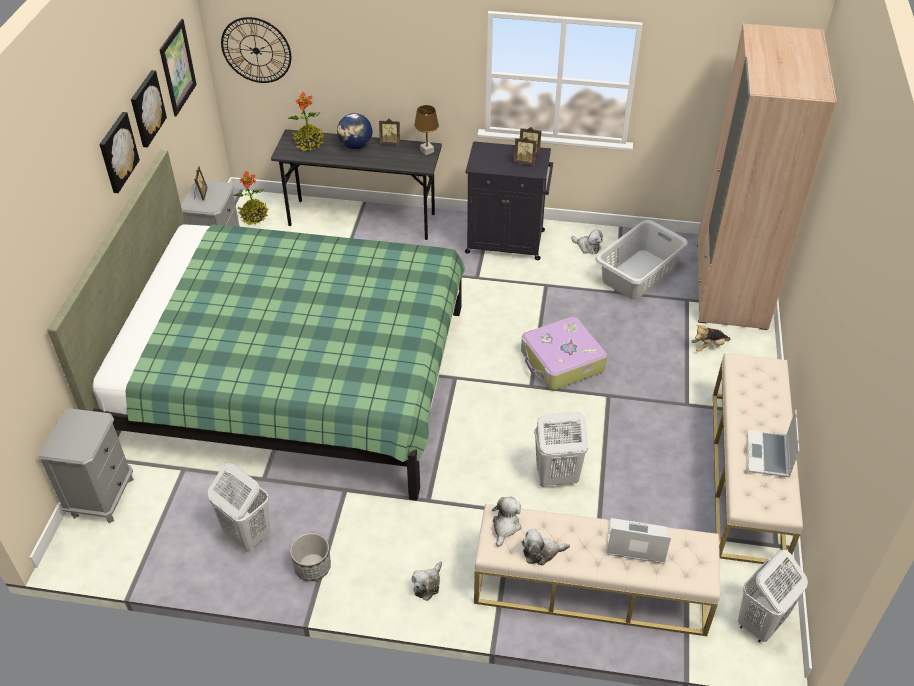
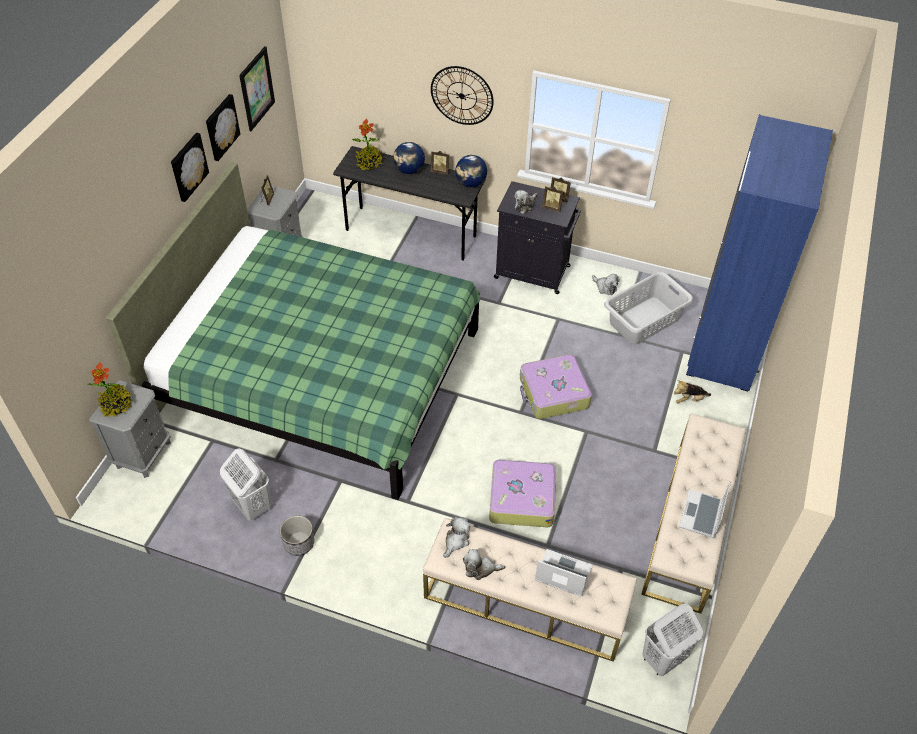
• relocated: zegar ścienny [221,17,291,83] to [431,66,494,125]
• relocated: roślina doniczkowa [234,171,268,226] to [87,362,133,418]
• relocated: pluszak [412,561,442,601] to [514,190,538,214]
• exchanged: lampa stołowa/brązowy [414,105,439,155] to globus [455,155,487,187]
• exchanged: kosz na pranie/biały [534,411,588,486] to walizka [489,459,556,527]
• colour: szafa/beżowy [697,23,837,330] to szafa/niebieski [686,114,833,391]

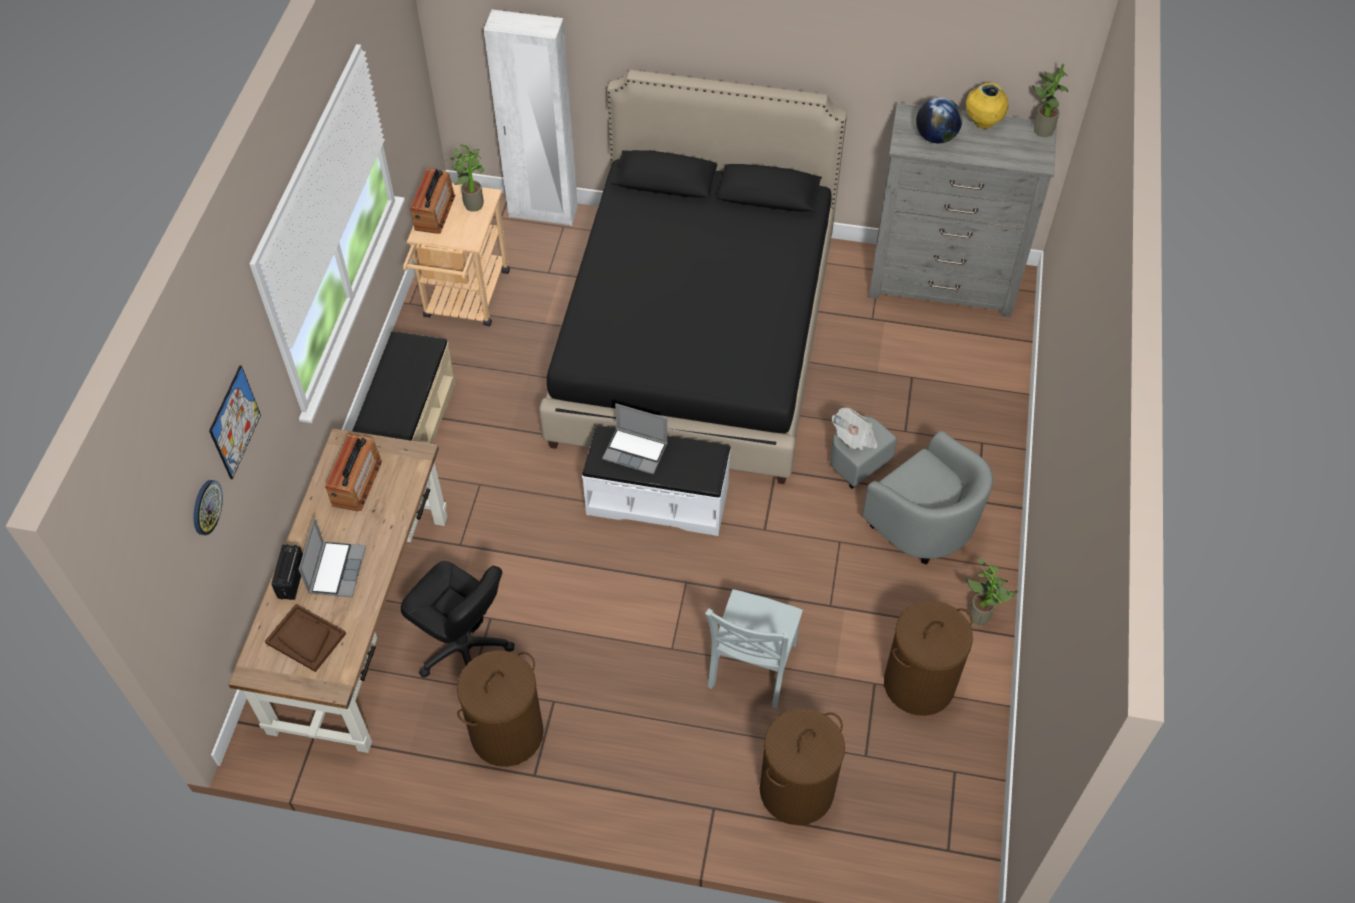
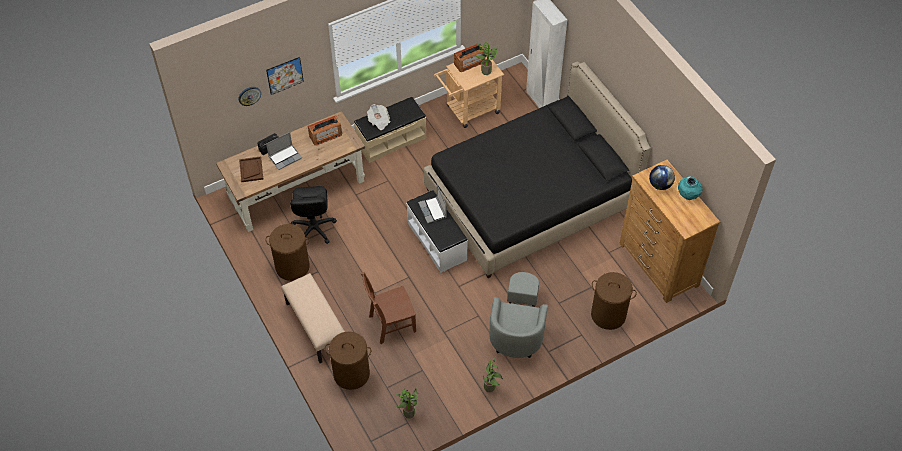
• appeared: ławka/beżowy [281,273,345,363]
• relocated: gazeta [832,408,878,450] to [367,104,391,130]
• relocated: kosz na pranie/brązowy [884,600,973,716] to [591,272,637,330]
• relocated: roślina doniczkowa [1032,63,1068,137] to [394,388,418,418]
• colour: krzesło/szary [705,589,803,708] to krzesło/brązowy [361,272,416,344]
• colour: komoda/szary [868,103,1057,318] to komoda/brązowy [620,160,720,303]
• colour: wazon/żółty [966,83,1008,129] to wazon/turkusowy [678,176,703,200]

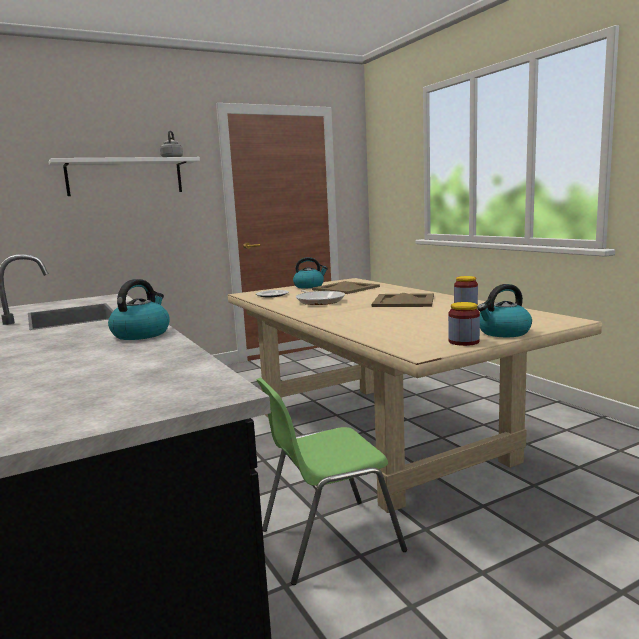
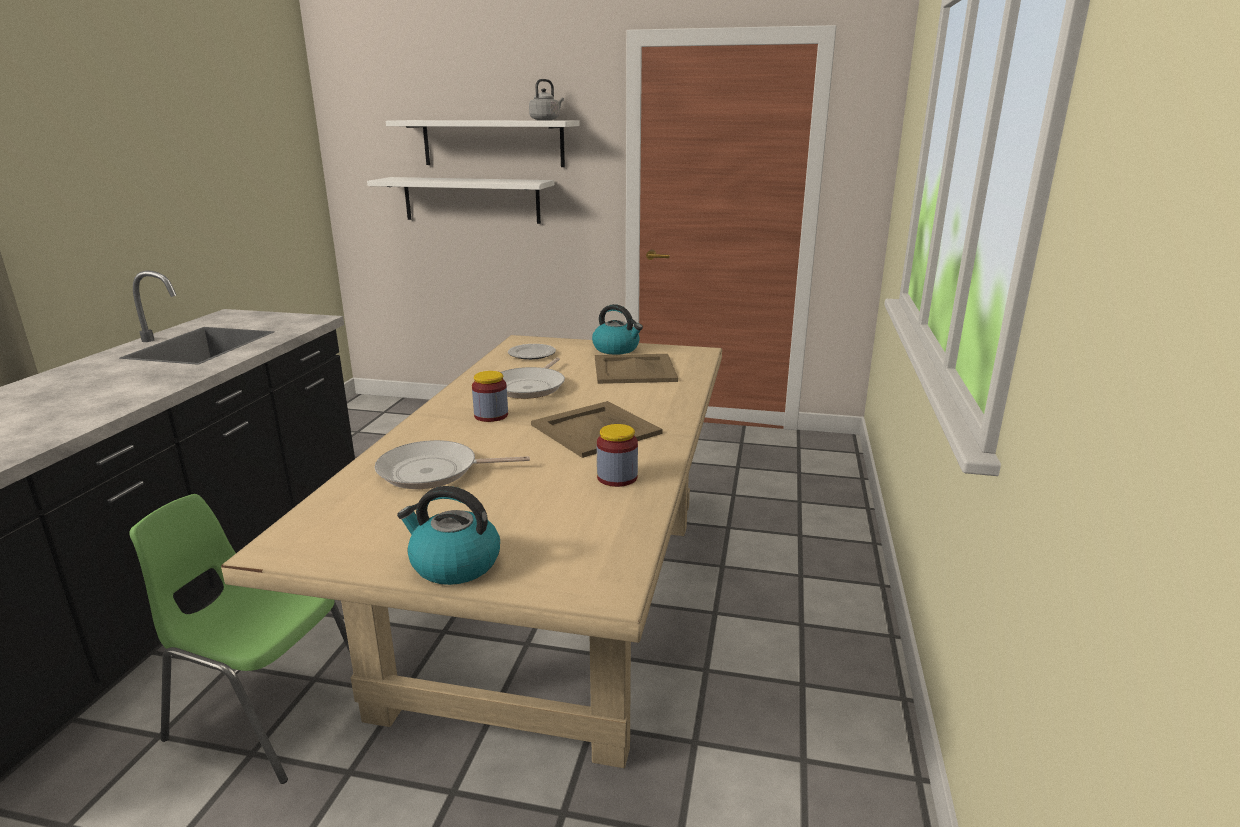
• missing: czajnik [108,279,169,340]
• appeared: półka/biały [367,177,554,224]
• appeared: patelnia [375,440,530,489]
• relocated: słoik [448,302,480,346] to [472,371,508,422]

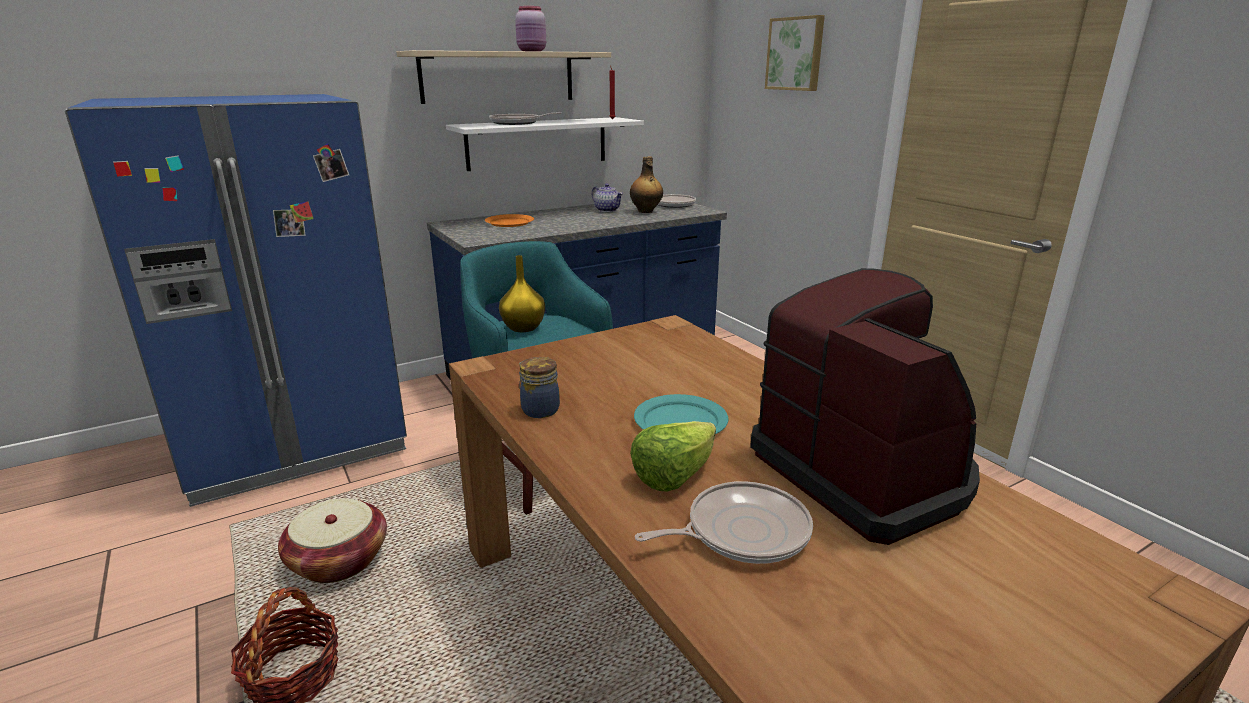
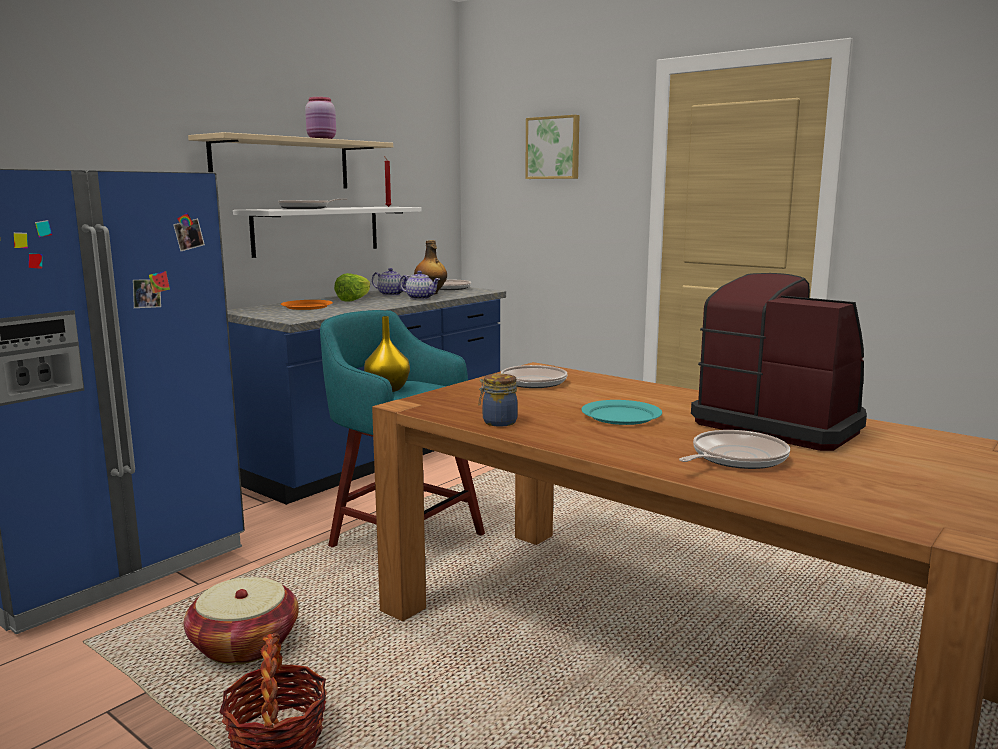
• appeared: imbryk [399,271,440,300]
• appeared: patelnia [501,365,567,388]
• relocated: sałata [630,421,716,492] to [334,273,370,302]

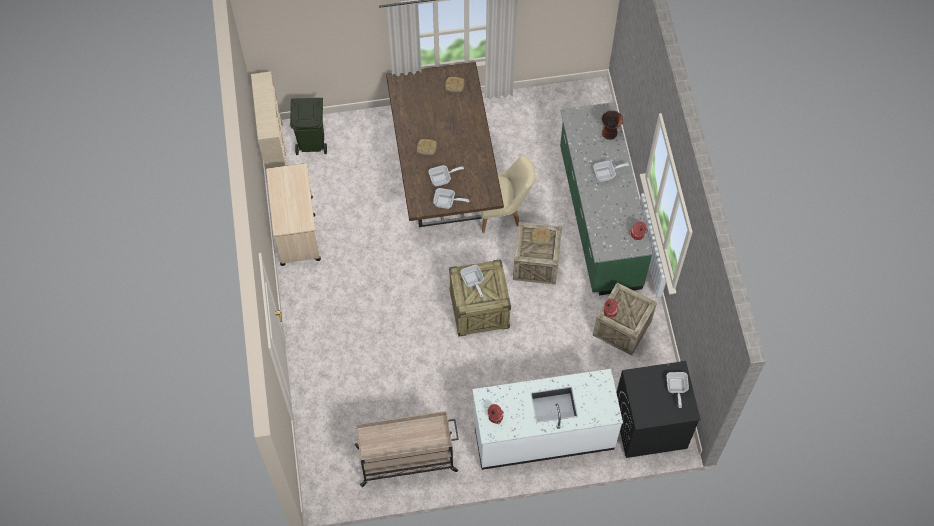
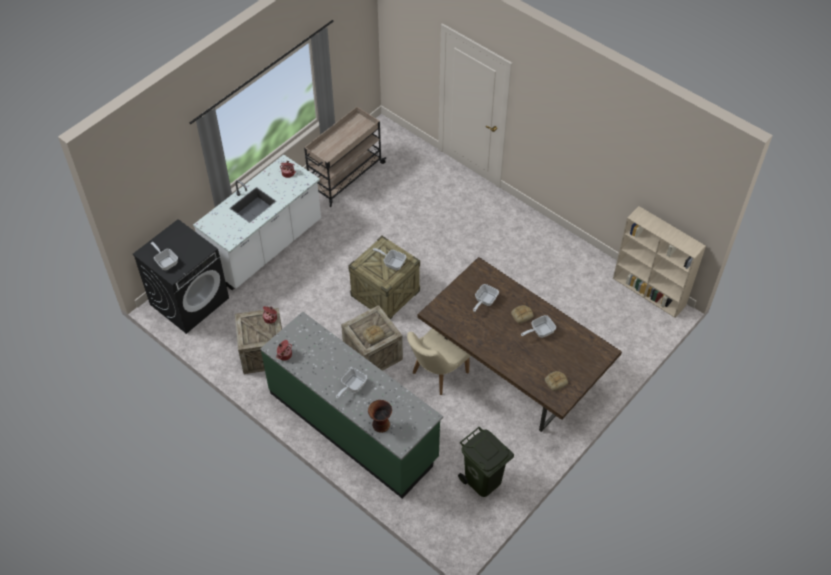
• missing: wózek/beżowy [266,163,321,266]
• relocated: kosz na śmieci/zielony [290,98,327,155] to [458,427,514,497]
• relocated: patelnia [433,188,469,209] to [521,315,556,338]

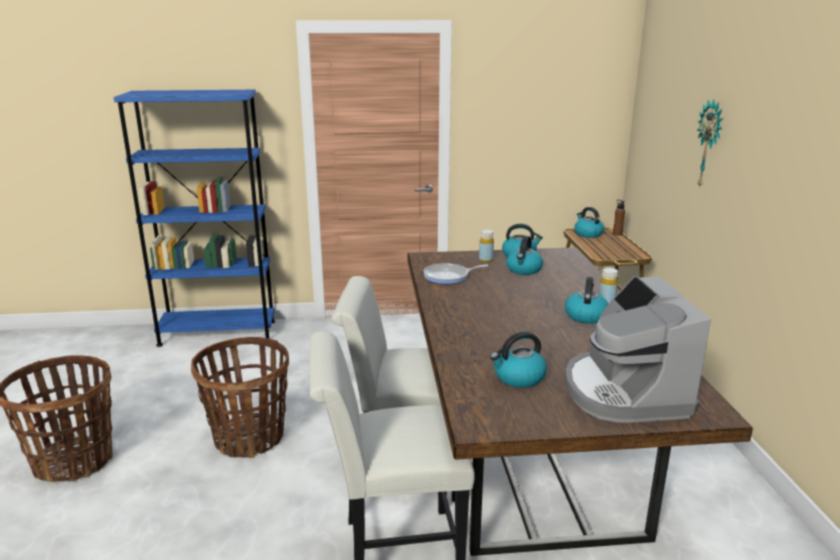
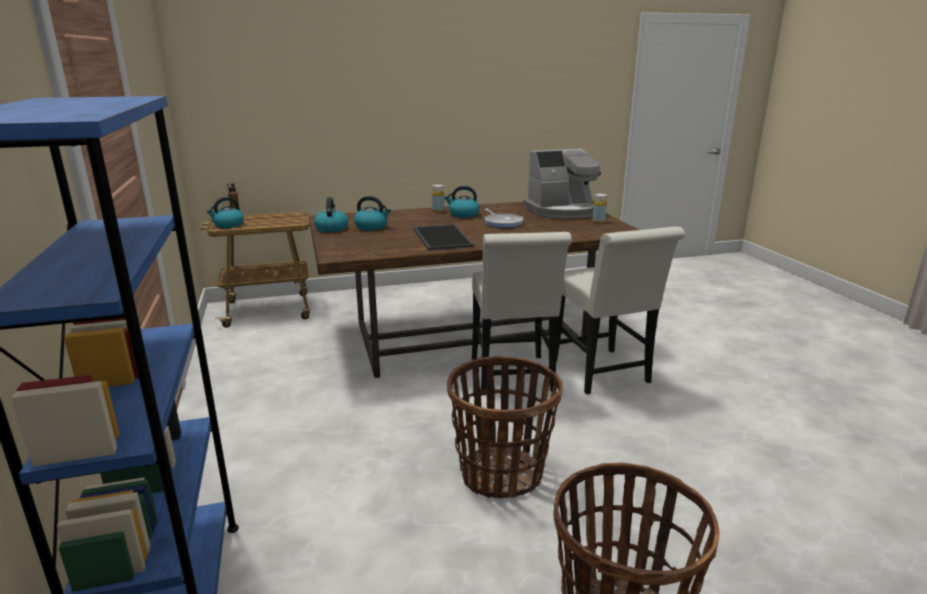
• missing: czajnik [490,332,547,388]
• missing: zegar ścienny [697,99,723,189]
• appeared: taca [414,224,474,251]
• relocated: patelnia [424,263,488,284] to [484,209,523,228]
• relocated: butelka/żółty [479,230,494,262] to [592,194,607,223]

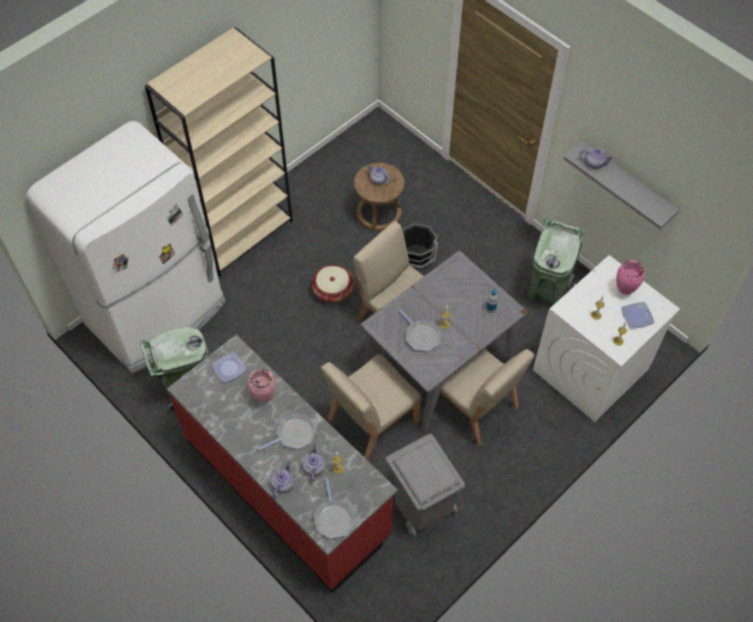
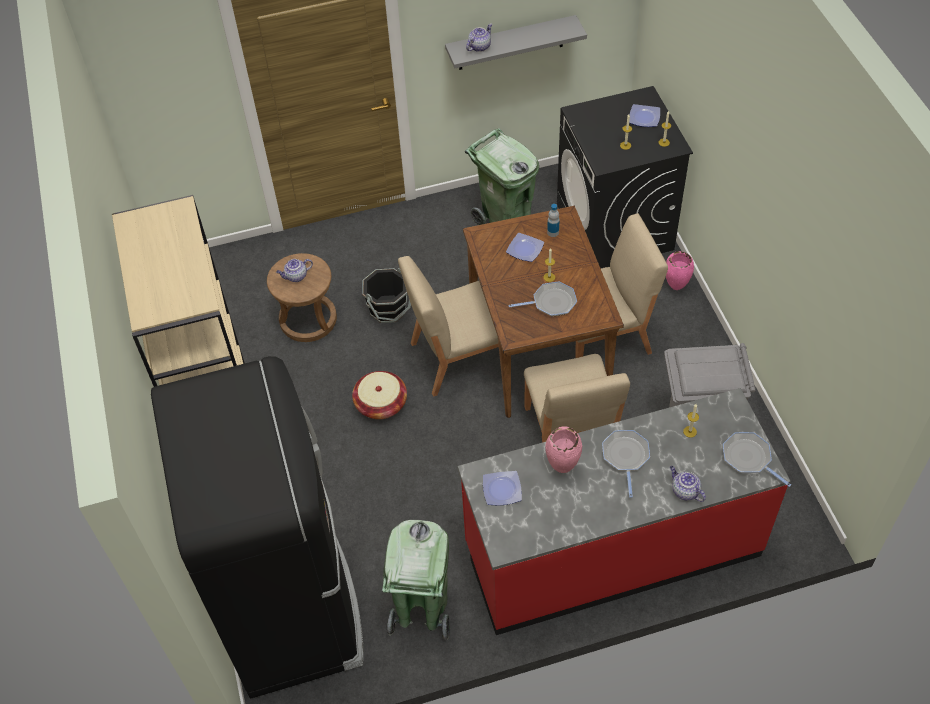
• missing: imbryk [302,445,325,482]
• appeared: talerz [506,233,544,262]
• relocated: wazon/różowy [616,260,645,295] to [666,251,694,290]
• colour: lodówka/biały [26,121,225,373] to lodówka/czarny [151,356,363,698]
• colour: stół jadalny/szary [360,250,528,433] to stół jadalny/brązowy [463,206,624,418]
• colour: pralka/biały [533,255,680,422] to pralka/czarny [557,86,693,268]
• spun: patelnia [314,478,354,539] = [723,432,791,487] 150 degrees counterclockwise

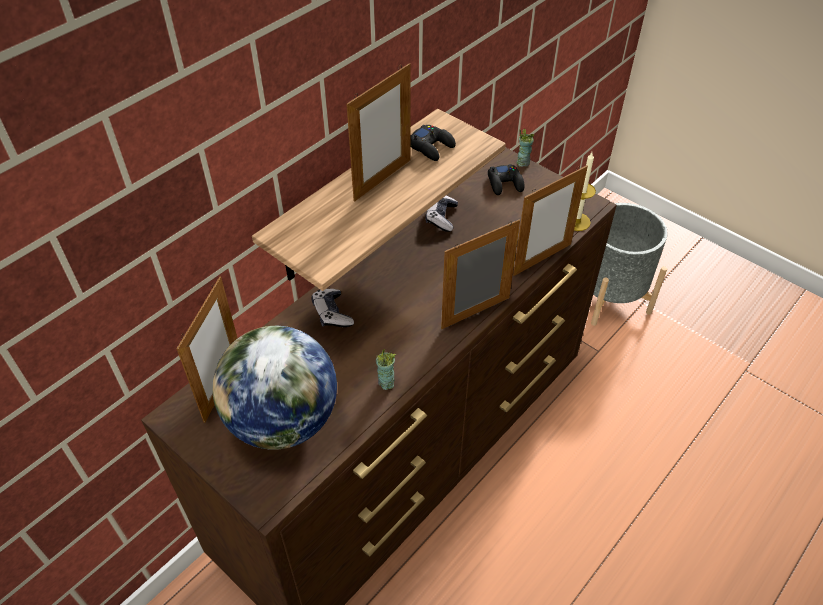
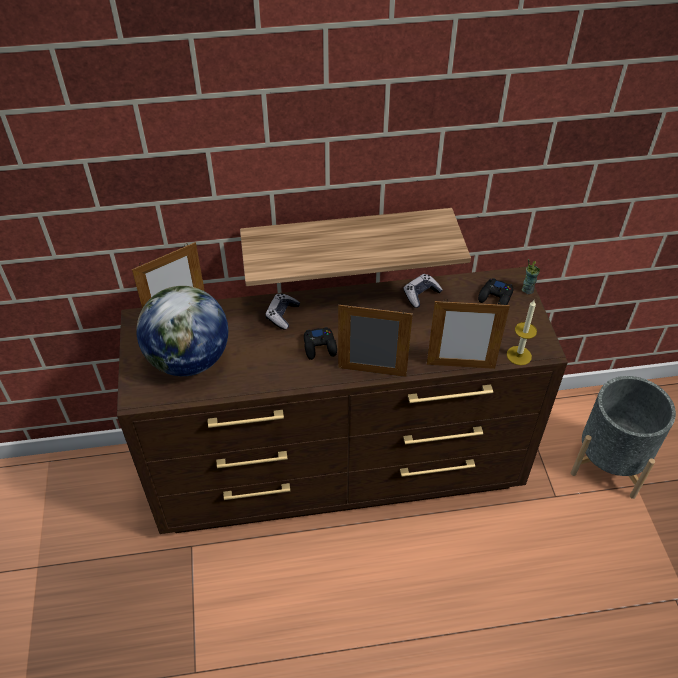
• missing: ramka na zdjęcie [347,63,411,202]
• missing: filiżanka [376,349,396,390]
• relocated: pad do gier/czarny [411,125,456,161] to [304,327,337,360]

